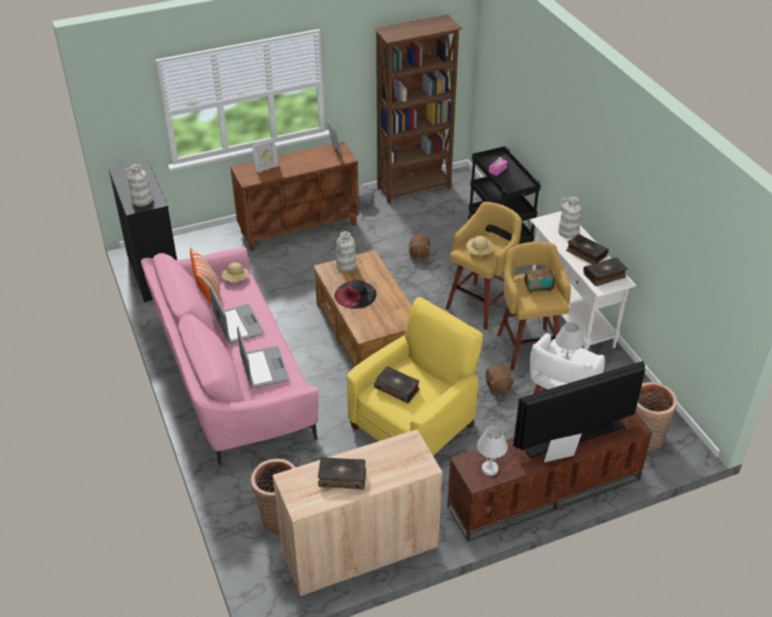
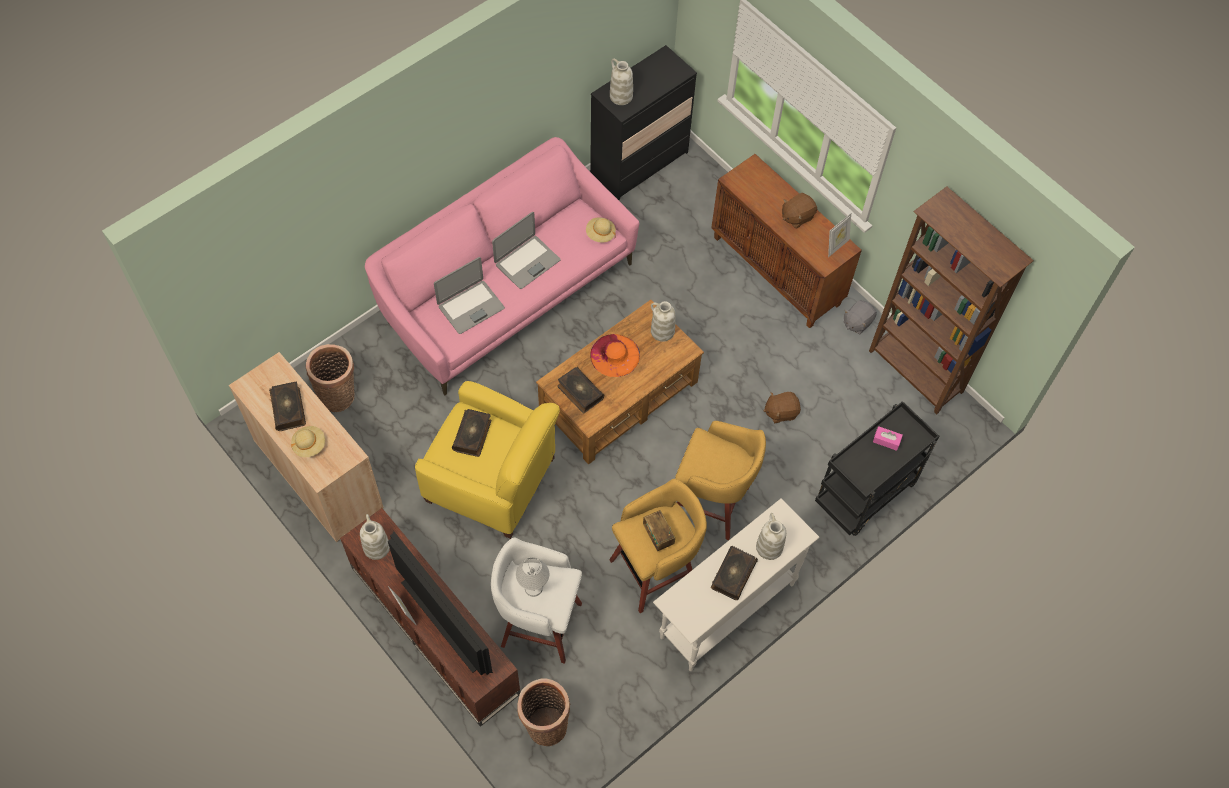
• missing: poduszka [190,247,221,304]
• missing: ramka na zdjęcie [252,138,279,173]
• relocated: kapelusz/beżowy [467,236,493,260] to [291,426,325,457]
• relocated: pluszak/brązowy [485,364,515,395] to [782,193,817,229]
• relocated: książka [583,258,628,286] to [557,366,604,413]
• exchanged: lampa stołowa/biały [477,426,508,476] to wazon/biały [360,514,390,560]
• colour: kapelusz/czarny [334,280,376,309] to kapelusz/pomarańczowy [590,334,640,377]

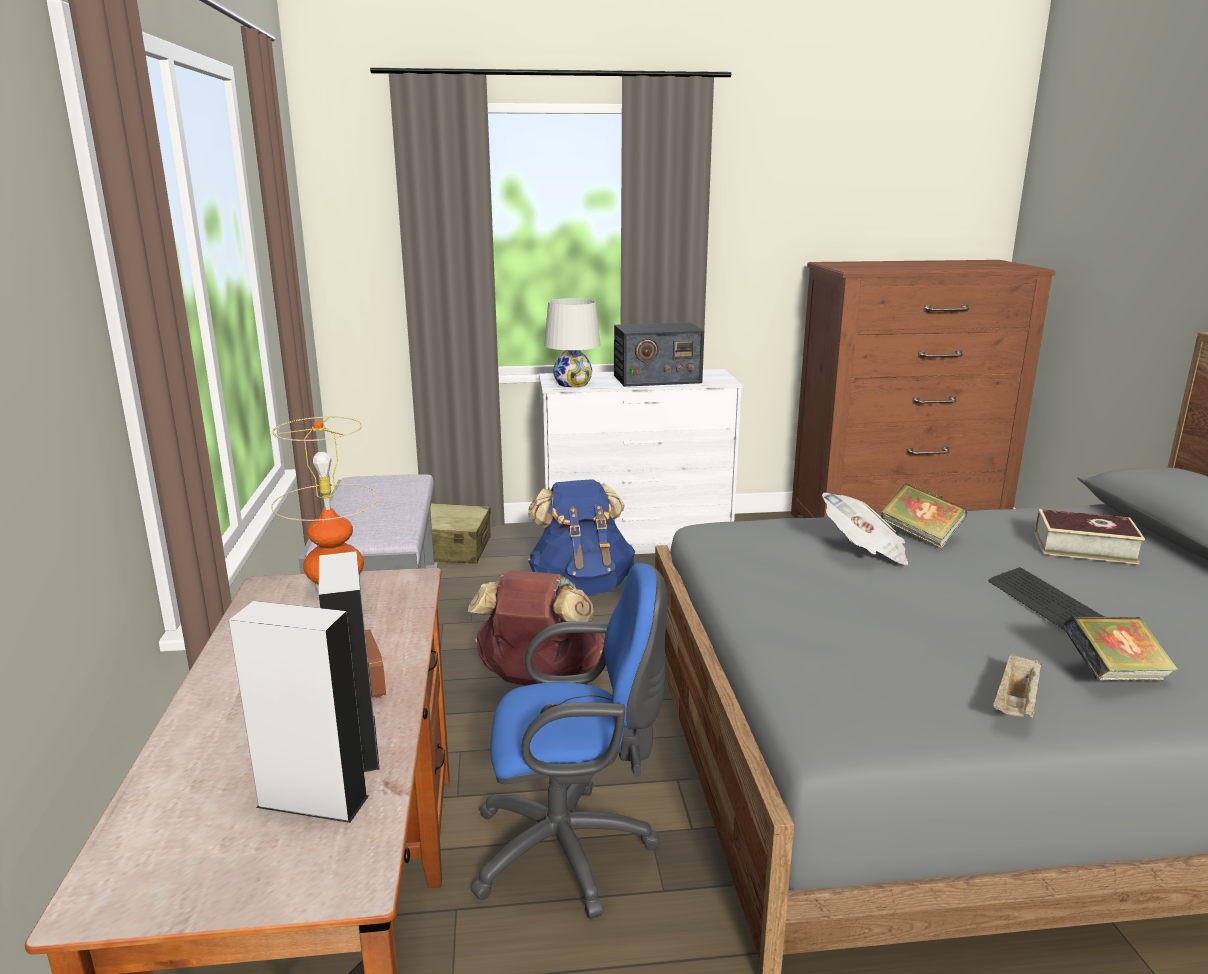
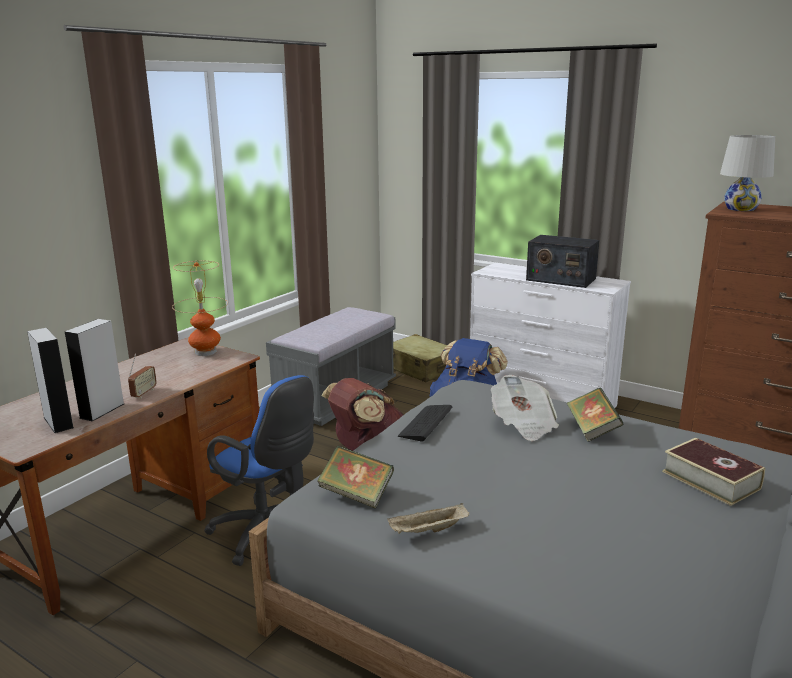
• relocated: lampa stołowa/biały [544,298,600,387] to [720,135,775,211]
• relocated: klawiatura [988,567,1104,629] to [398,405,452,442]
• relocated: książka [1062,616,1178,681] to [317,446,394,509]

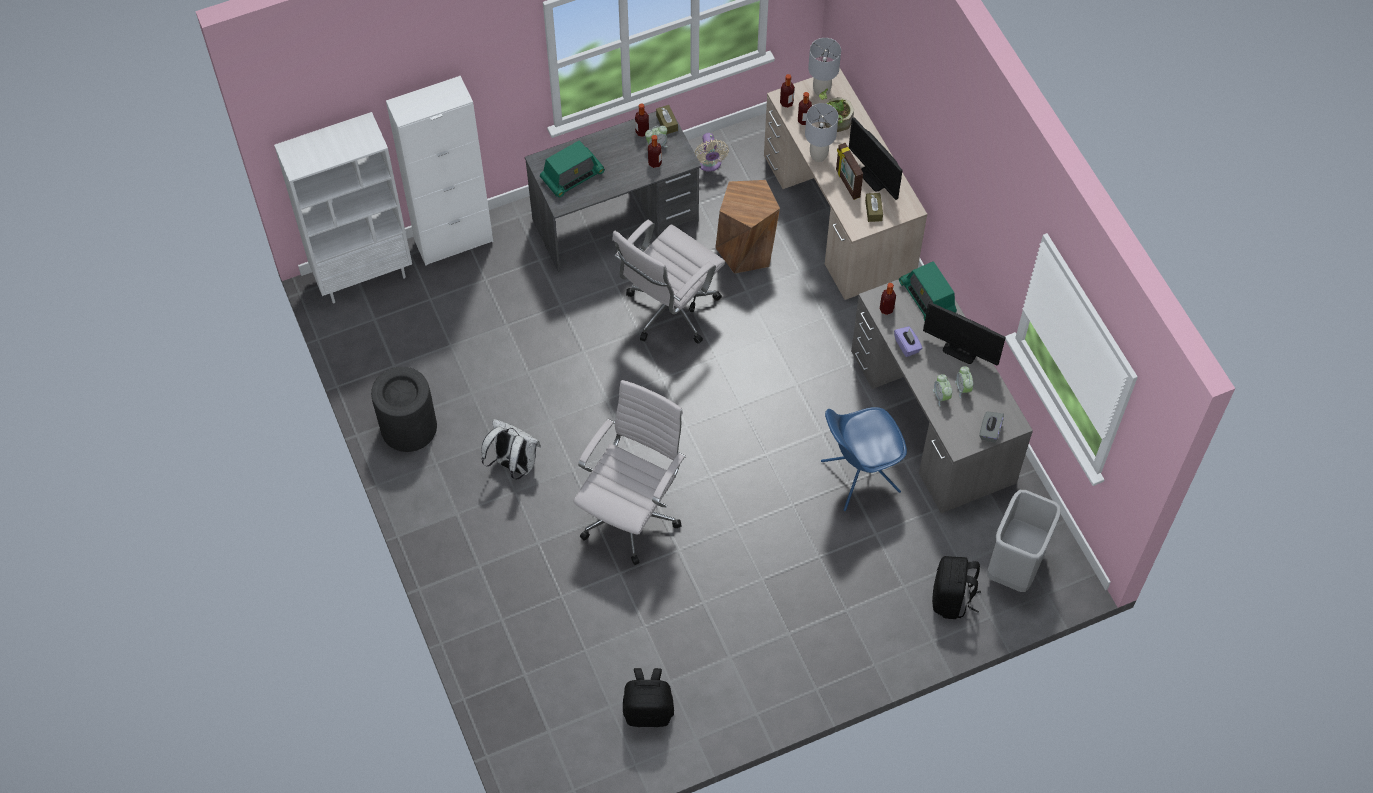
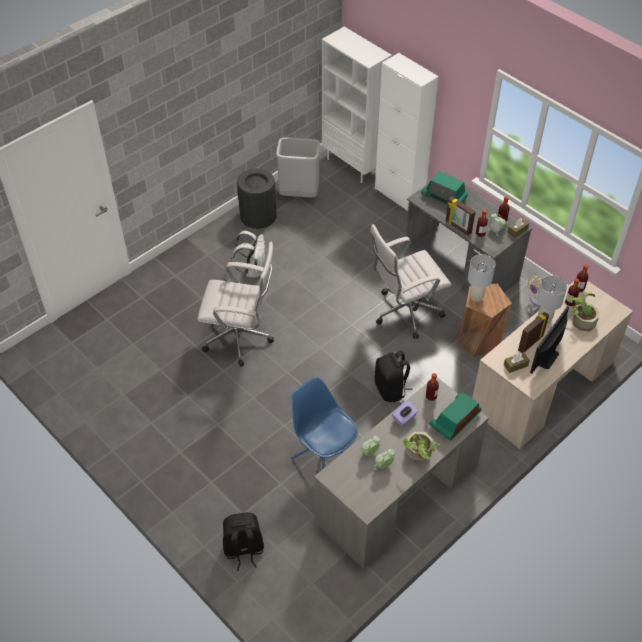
• missing: pudełko chusteczek/szary [979,411,1004,443]
• appeared: ramka na zdjęcie [446,197,475,236]
• relocated: plecak/czarny [623,668,674,727] to [375,351,413,402]
• relocated: lampa stołowa/szary [808,38,841,96] to [468,254,495,302]
• relocated: kosz na śmieci/szary [987,490,1061,592] to [276,138,320,197]
• exchanged: monitor [923,302,1006,366] to roślina doniczkowa [403,431,441,462]
• spun: krzesło biurowe/biały [612,220,725,344] = [370,224,451,339] 45 degrees counterclockwise

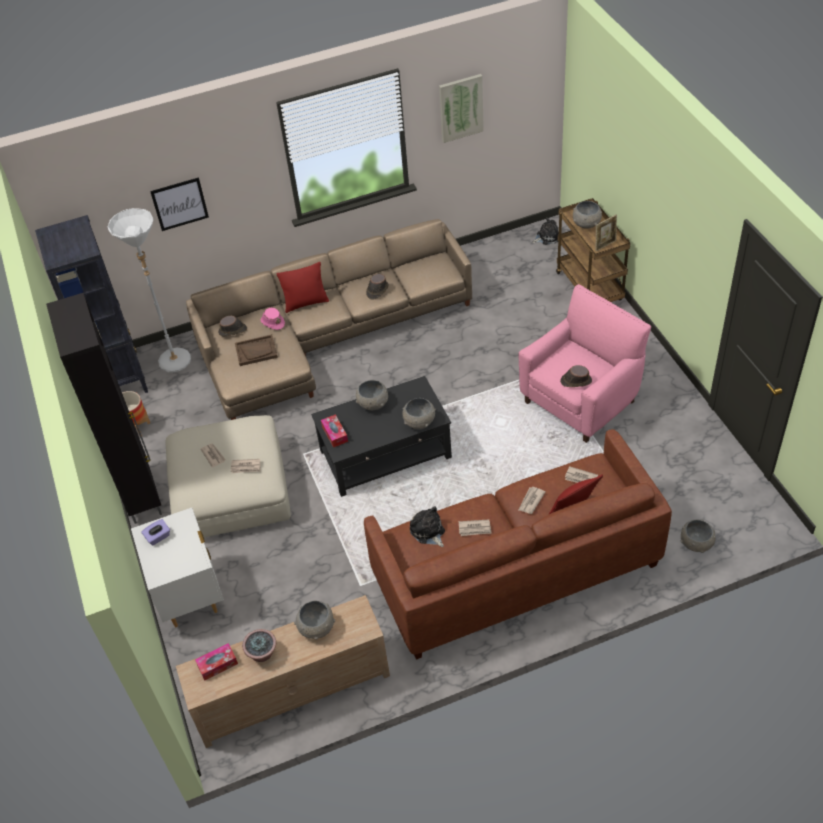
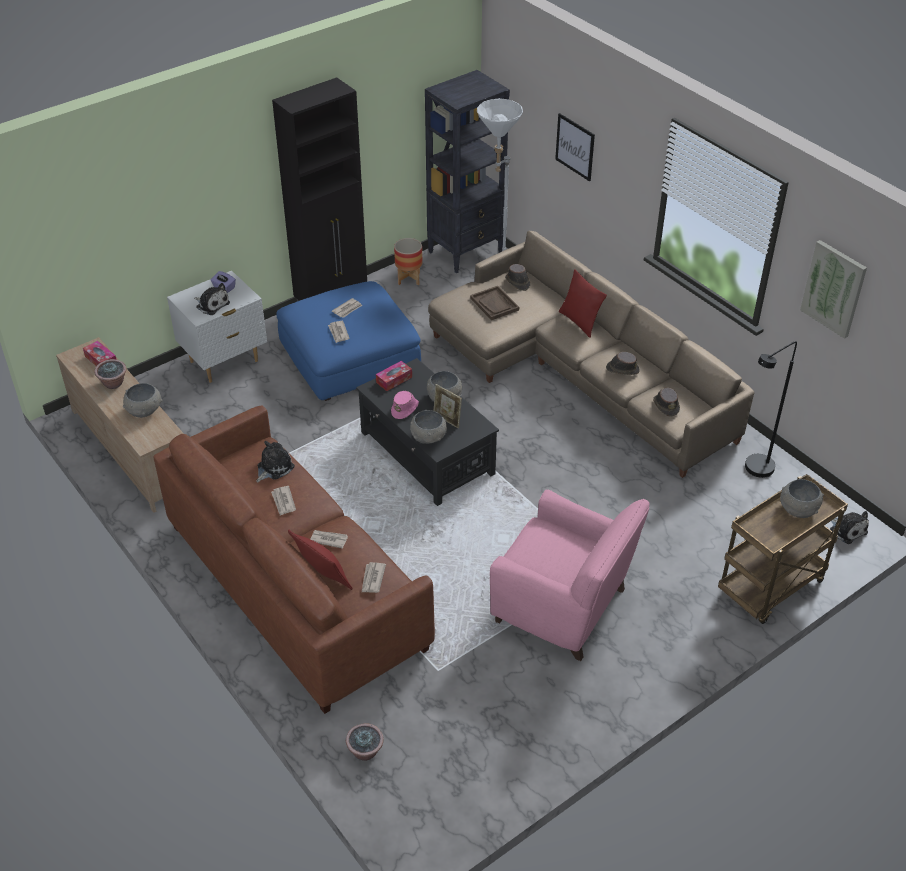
• appeared: pluszak [194,283,230,315]
• appeared: lampa stojąca/czarny [745,341,797,478]
• relocated: kapelusz/różowy [260,308,285,330] to [391,391,419,419]
• relocated: kapelusz/brązowy [560,365,592,387] to [653,388,680,417]
• relocated: ramka na zdjęcie [596,214,617,252] to [433,384,462,429]
• exchanged: miska/szary [681,519,716,553] to roślina doniczkowa [346,723,384,761]
• colour: pufa/beżowy [166,415,291,537] to pufa/niebieski [276,281,421,401]

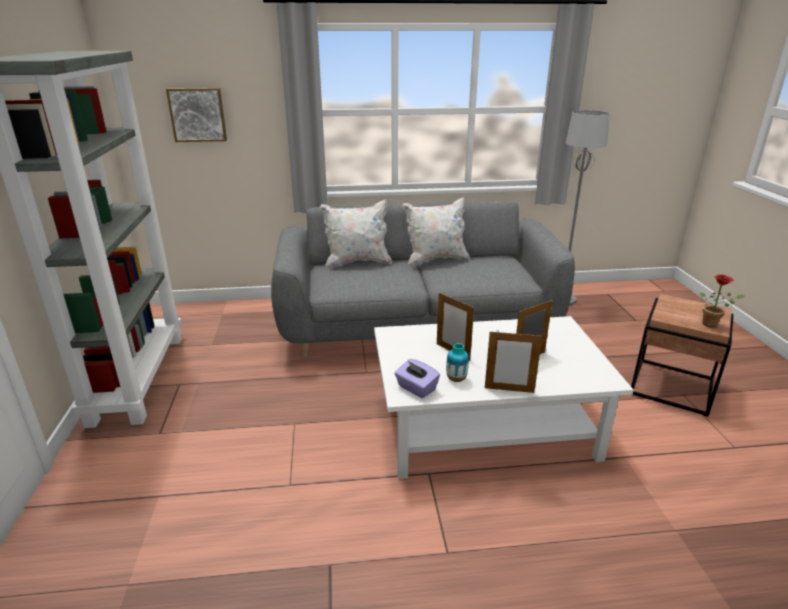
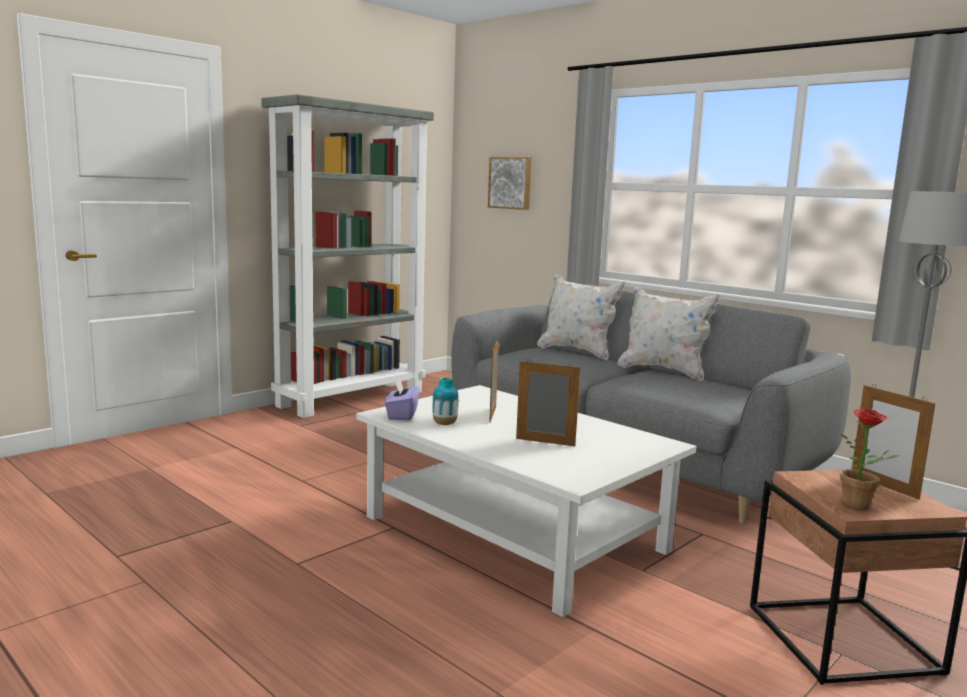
• relocated: ramka na zdjęcie [485,330,542,393] to [852,384,935,500]

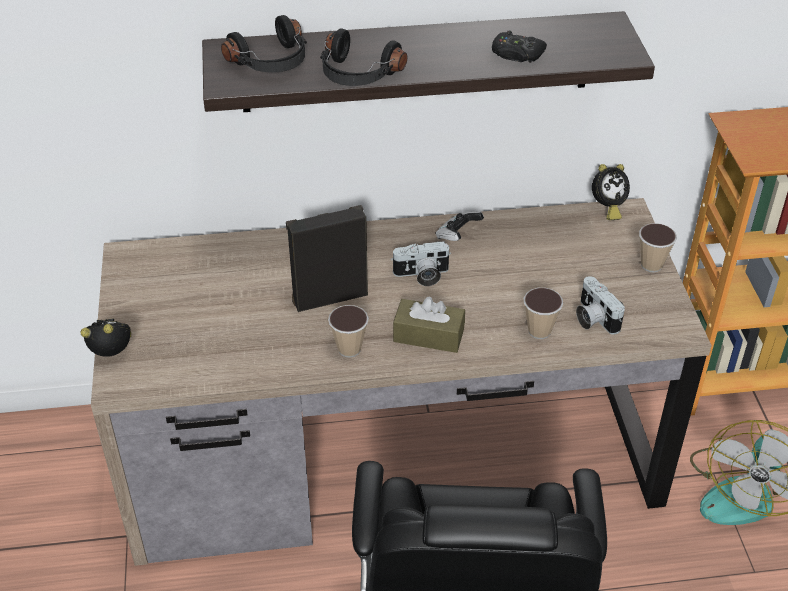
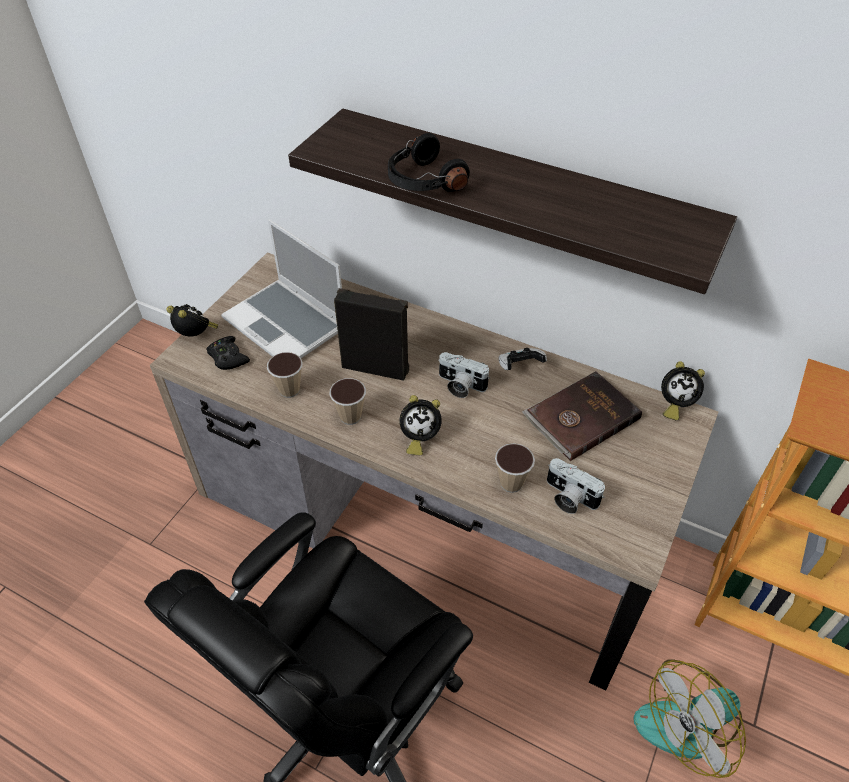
• missing: słuchawki/czarny [221,15,307,72]
• appeared: laptop [221,220,342,358]
• appeared: książka/brązowy [522,372,642,461]
• relocated: pad do gier/czarny [492,31,547,63] to [206,336,250,370]
• relocated: filiżanka [639,223,677,272] to [267,352,303,398]
• exchanged: pudełko chusteczek/brązowy [393,296,465,353] to budzik [399,395,442,456]
• spun: aparat fotograficzny [576,276,625,335] = [547,458,605,514] 60 degrees counterclockwise

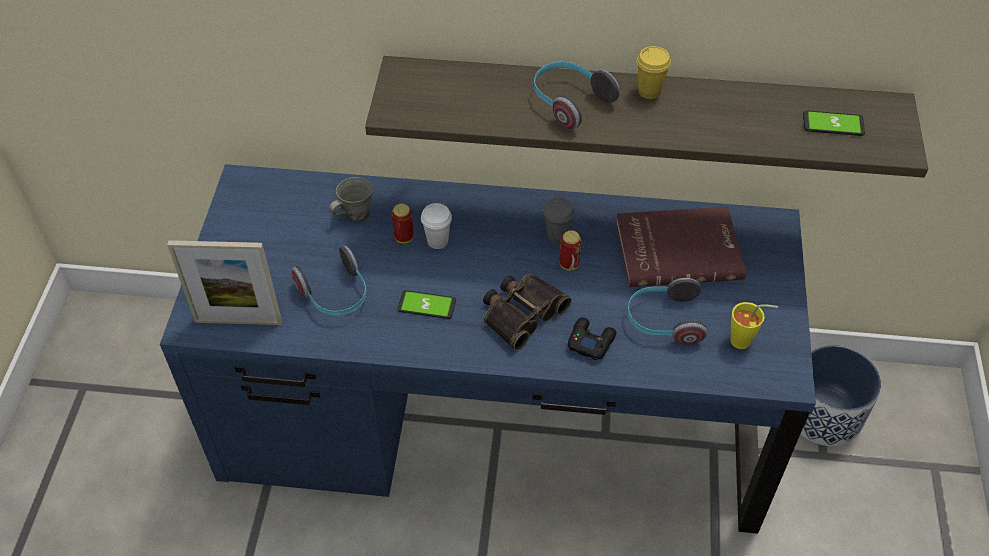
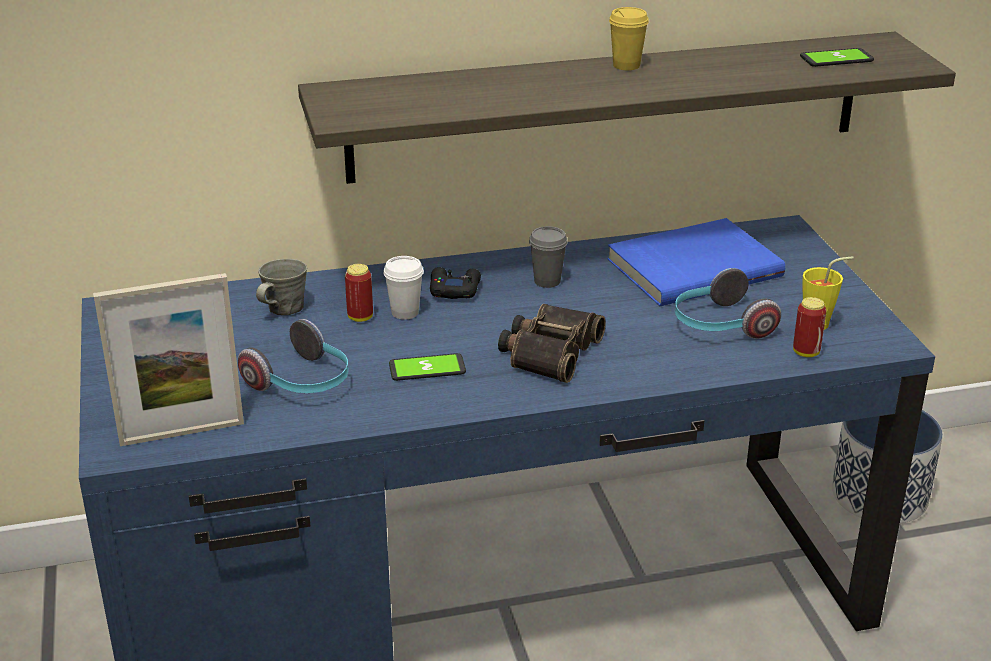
• missing: słuchawki [534,62,620,130]
• relocated: puszka [559,230,582,271] to [793,297,826,357]
• relocated: pad do gier/czarny [568,318,616,360] to [430,267,481,299]
• colour: książka/czerwony [616,207,746,287] to książka/niebieski [608,218,785,306]

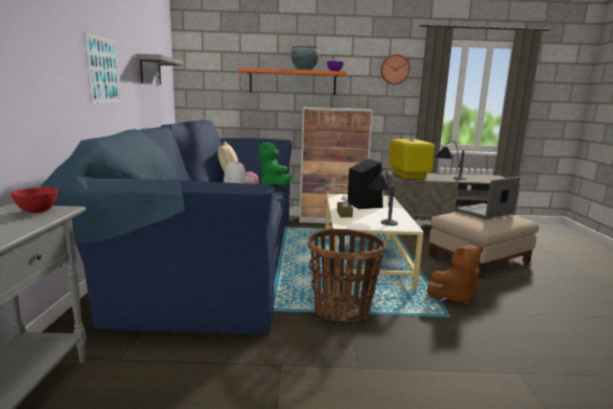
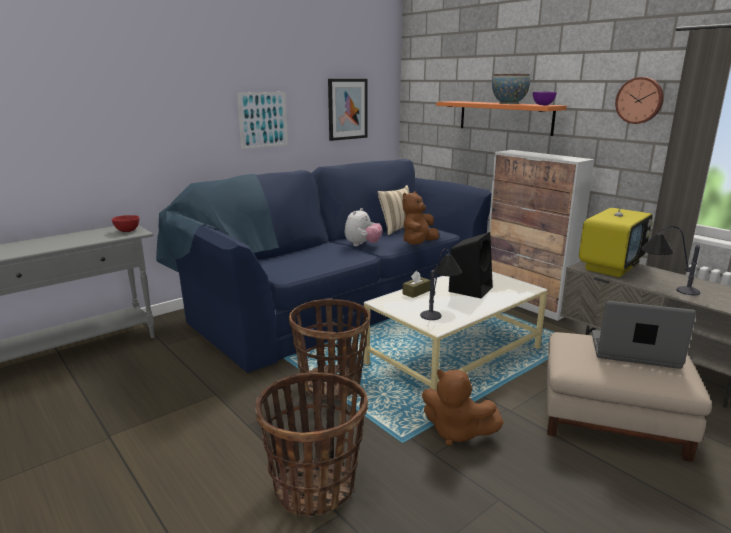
• appeared: koszyk [255,372,368,517]
• exchanged: półka/szary [136,54,184,85] to obraz [328,79,368,141]
• colour: pluszak/zielony [259,141,292,186] to pluszak/brązowy [402,191,439,245]

